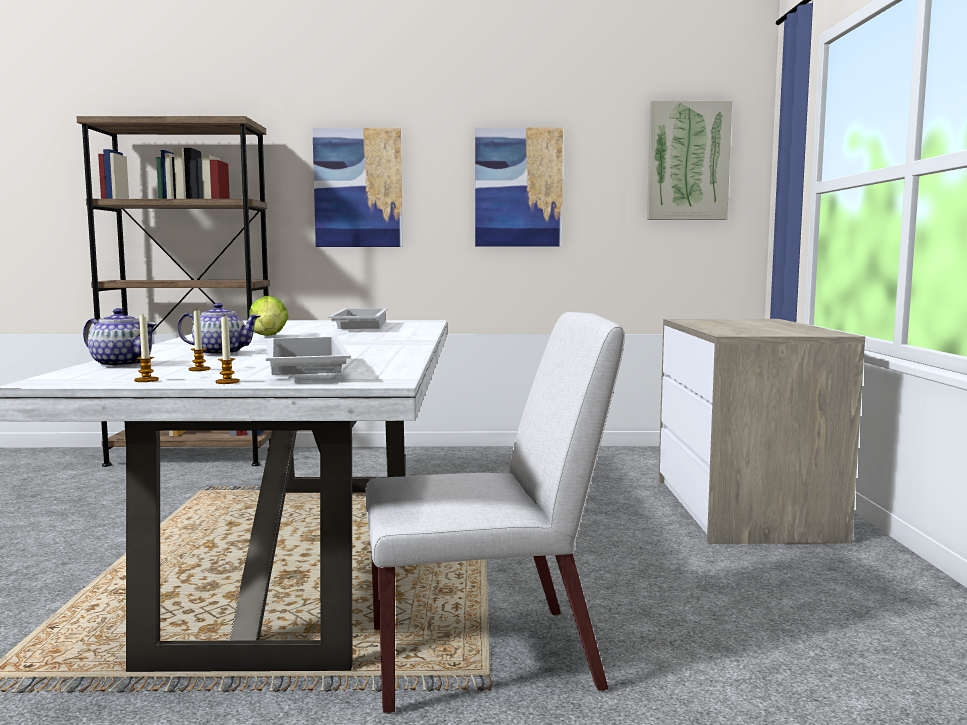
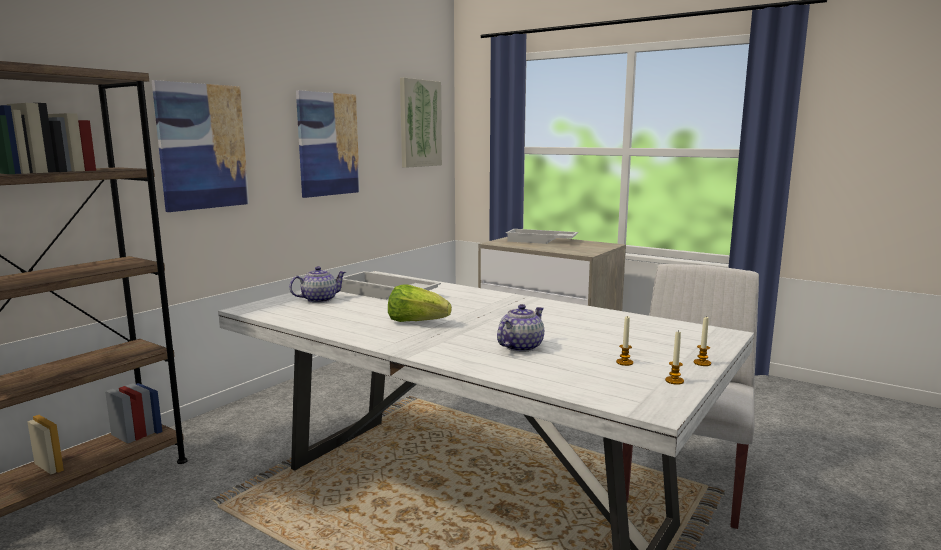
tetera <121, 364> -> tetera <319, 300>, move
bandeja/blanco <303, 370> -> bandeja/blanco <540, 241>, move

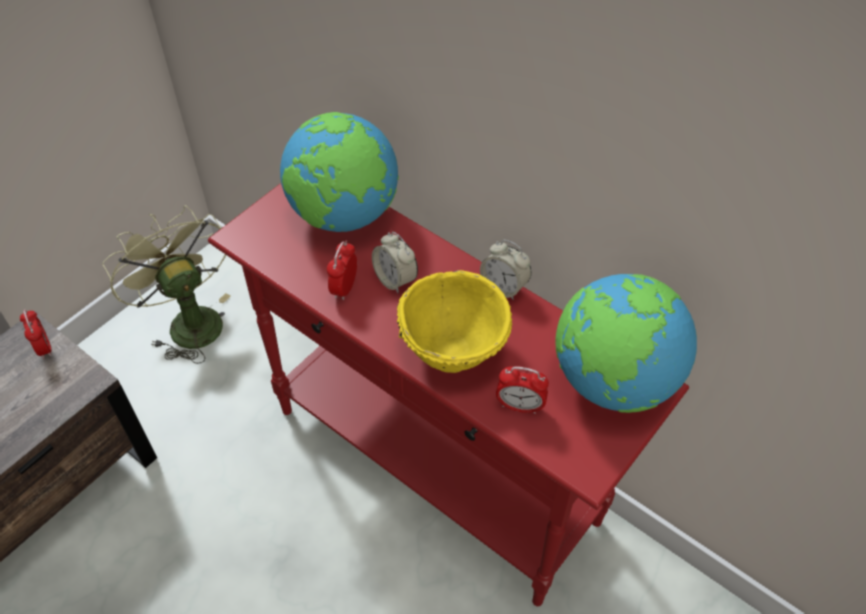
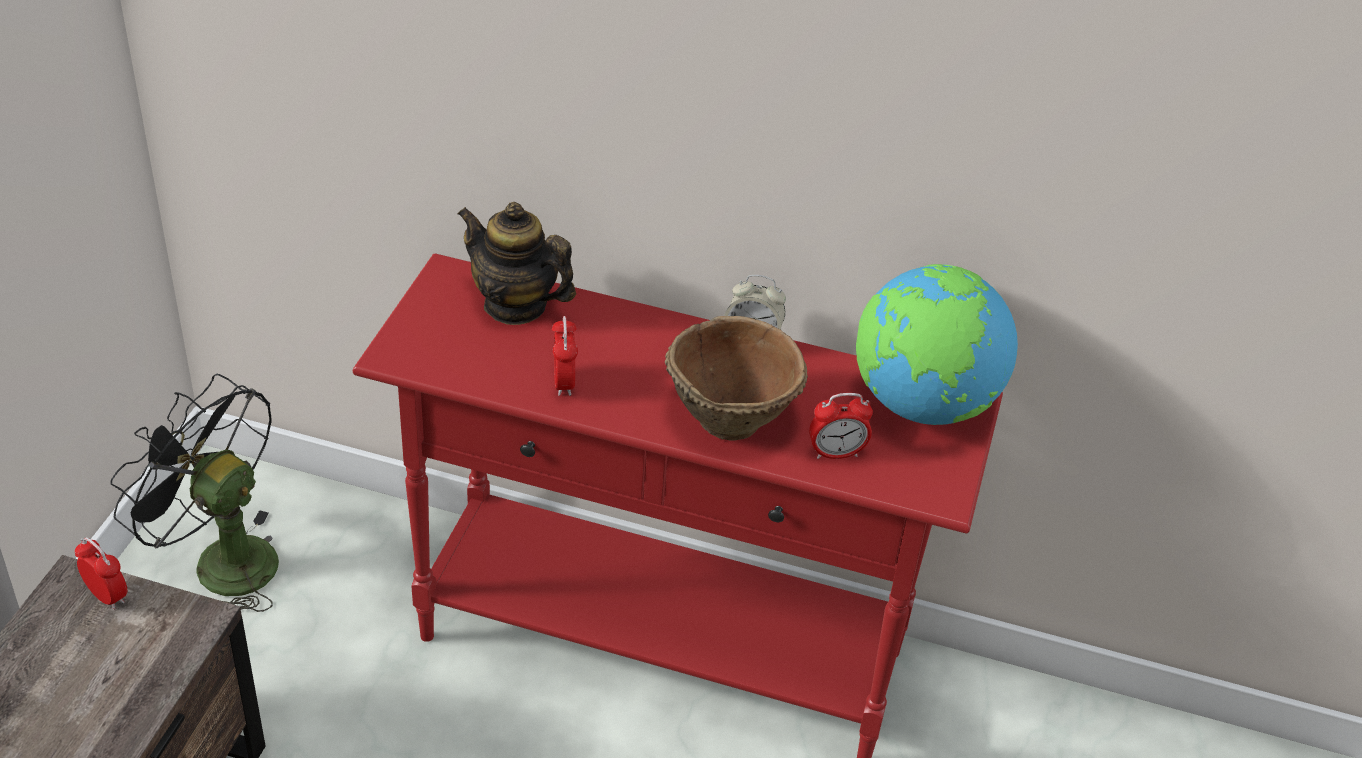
ventilador/verde <188, 321> -> ventilador/negro <220, 560>
globo terráqueo <344, 215> -> tetera <515, 305>
despertador <395, 279> -> none
cuenco/amarillo <454, 349> -> cuenco/marrón <731, 416>

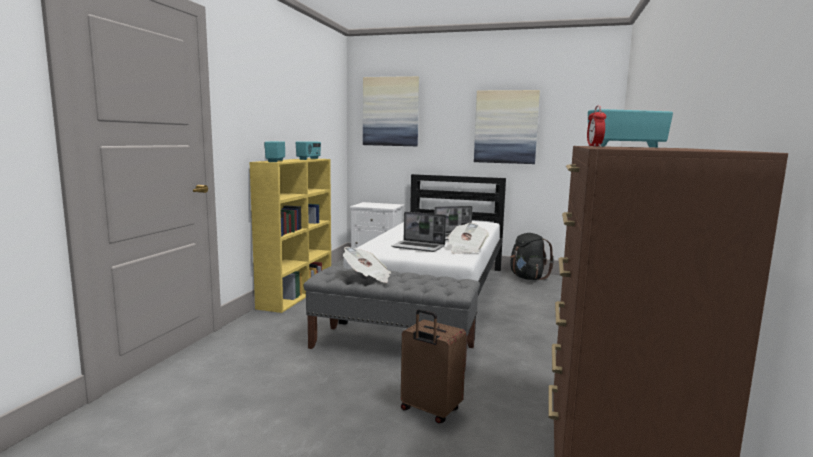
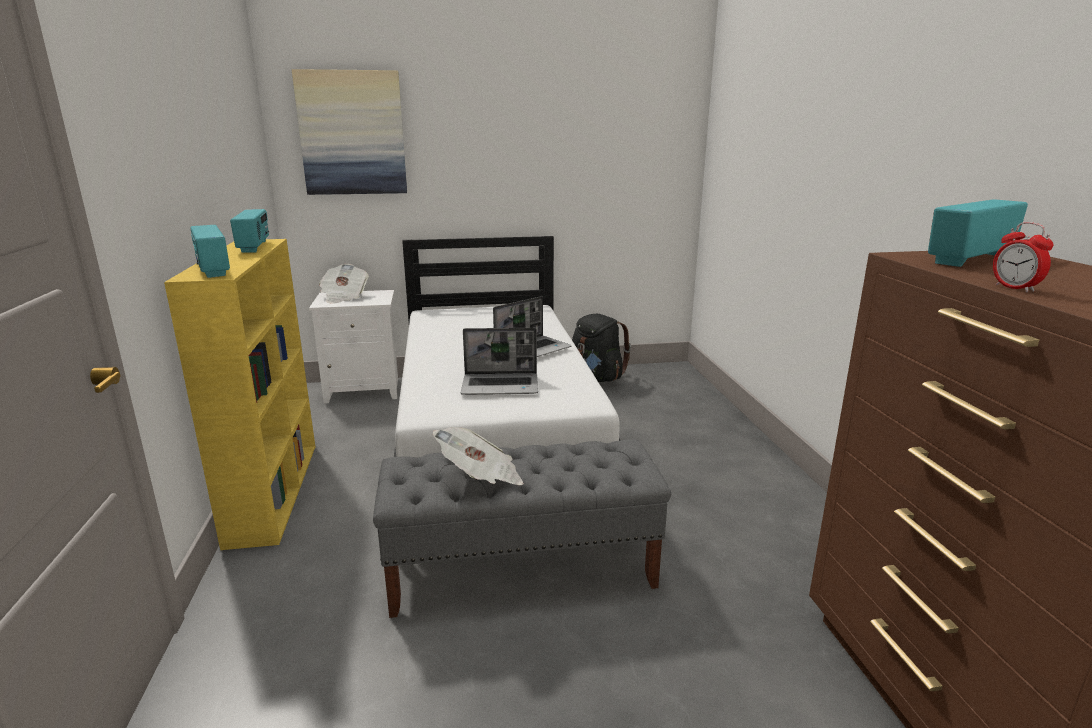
maleta/marrón <430, 411> -> none
periódico <466, 250> -> periódico <344, 297>, move
cuadro <506, 127> -> none

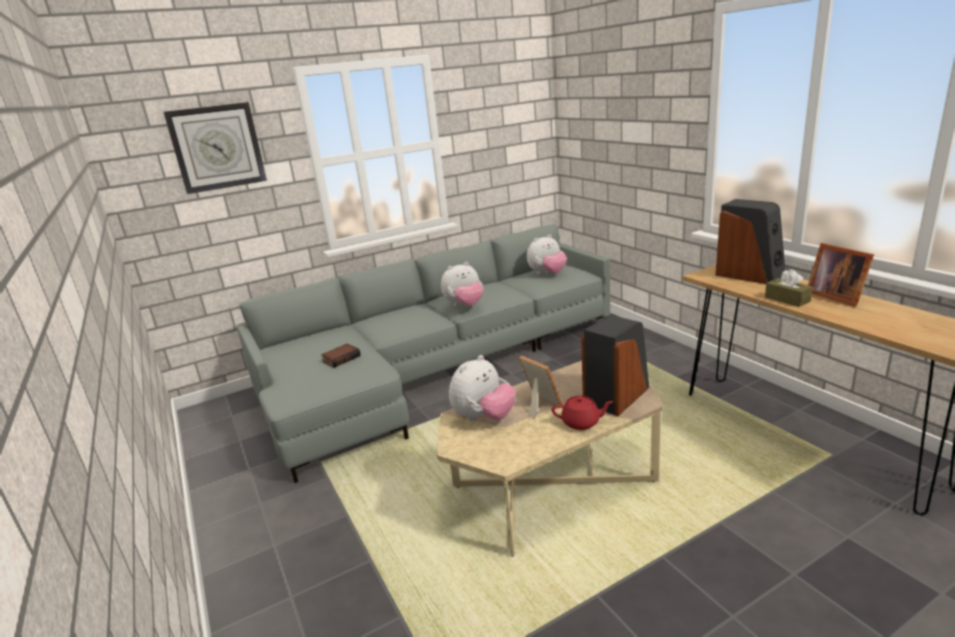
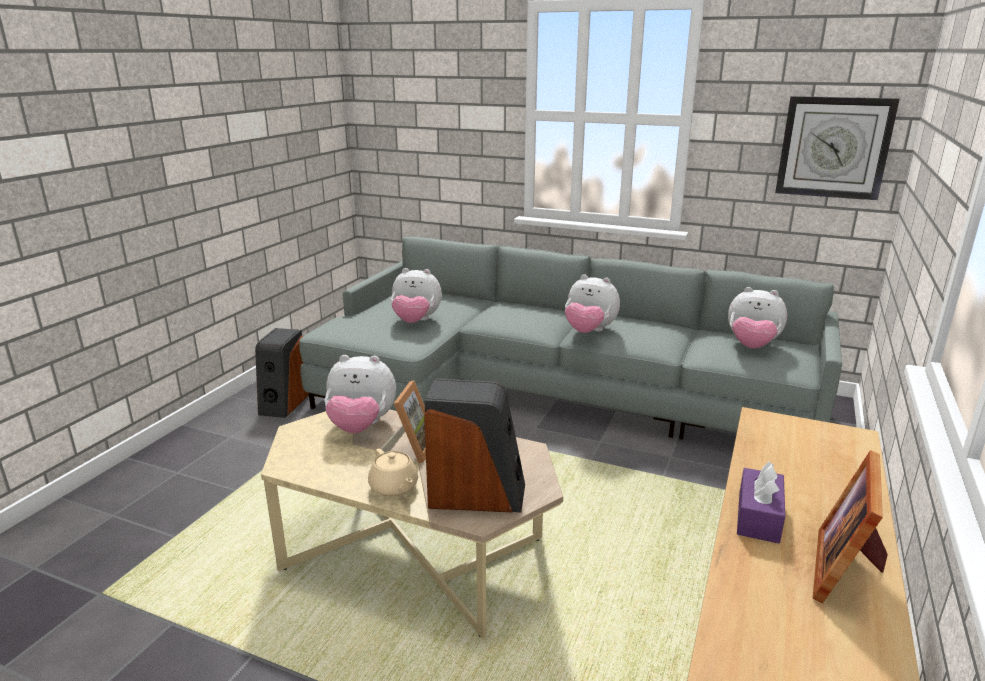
reloj de pared <217, 147> -> reloj de pared <834, 147>, move
libro <341, 358> -> peluche <416, 321>
tetera/rojo <581, 422> -> tetera/beis <394, 487>
altavoz <750, 275> -> altavoz <284, 403>, move
caja de pañuelos/marrón <787, 299> -> caja de pañuelos/morado <758, 517>

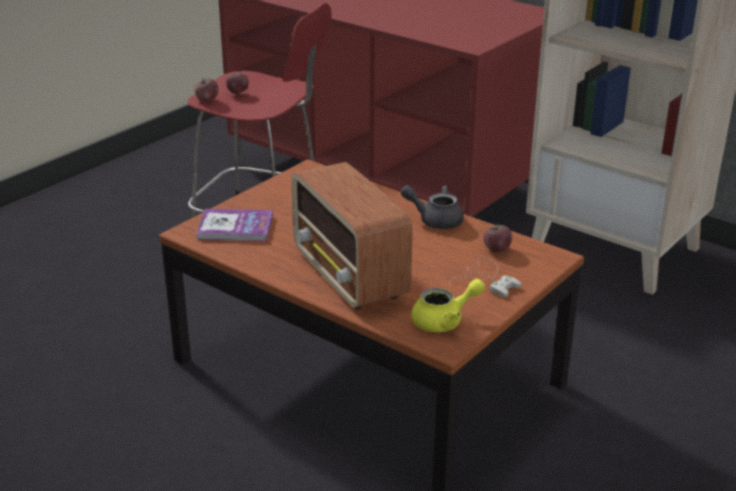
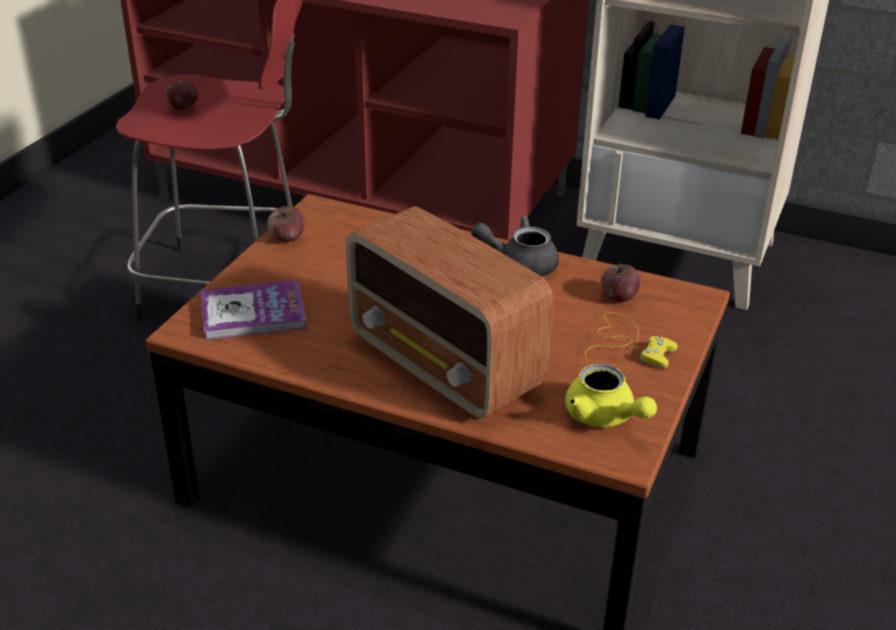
manzana <206, 100> -> manzana <287, 238>, move
tetera/amarillo <444, 321> -> tetera/amarillo <604, 417>, 90 degrees clockwise
mando de consola/blanco <487, 279> -> mando de consola/amarillo <627, 343>

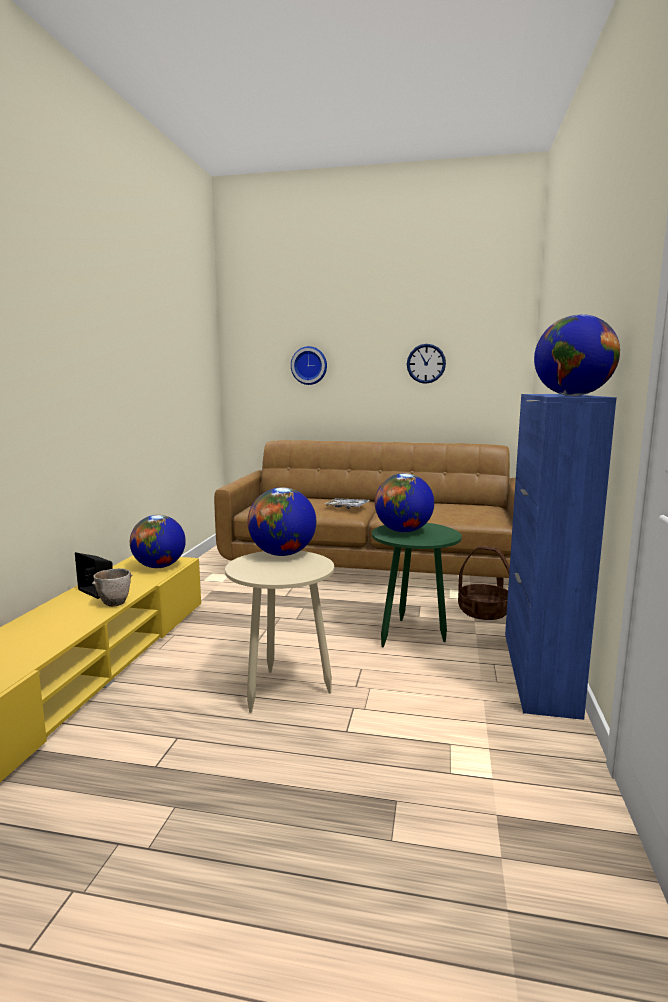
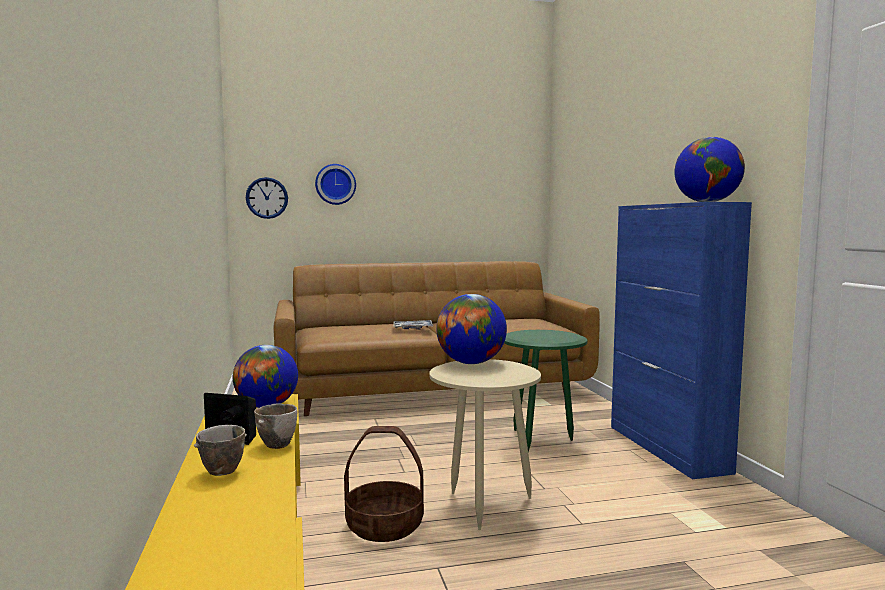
globo terráqueo <403, 531> -> none
reloj de pared <426, 363> -> reloj de pared <267, 198>, move
cesta <483, 611> -> cesta <384, 526>, move
none -> cuenco <220, 473>

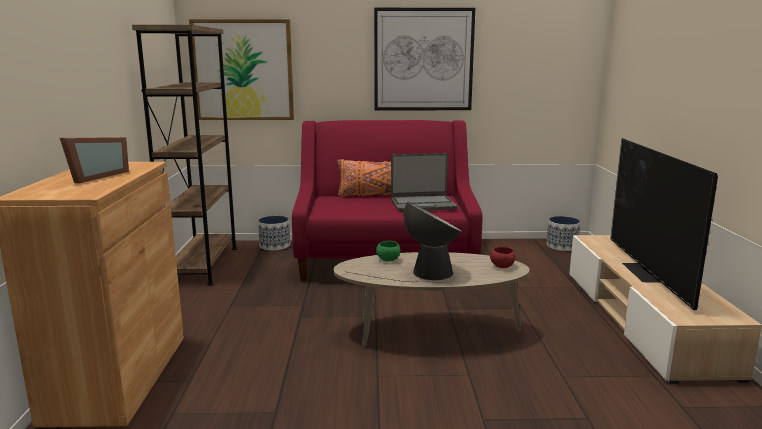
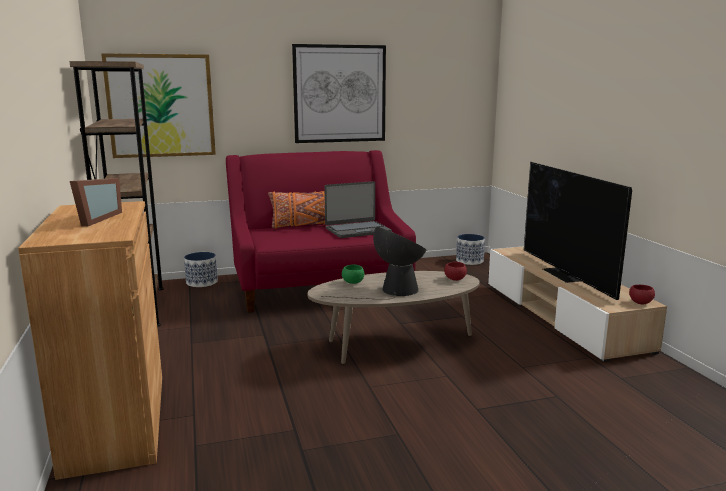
none -> cuenco/rojo <640, 303>

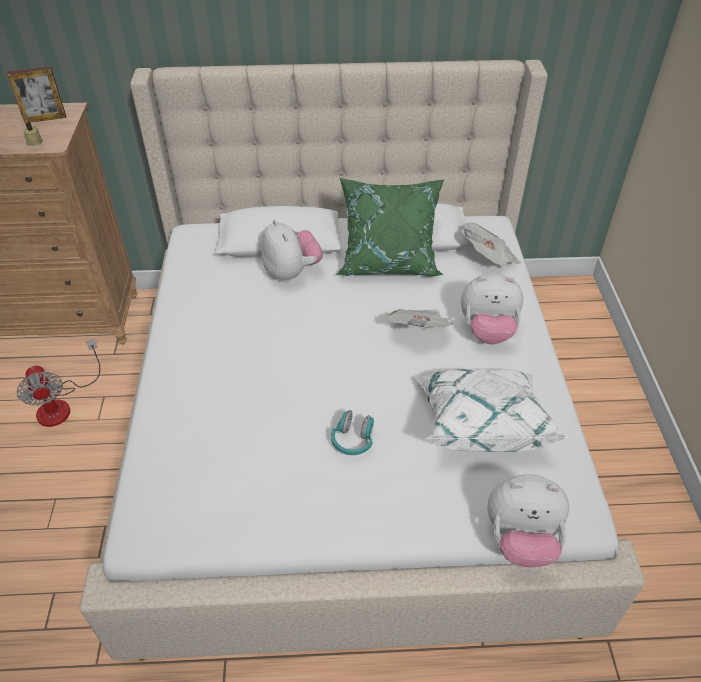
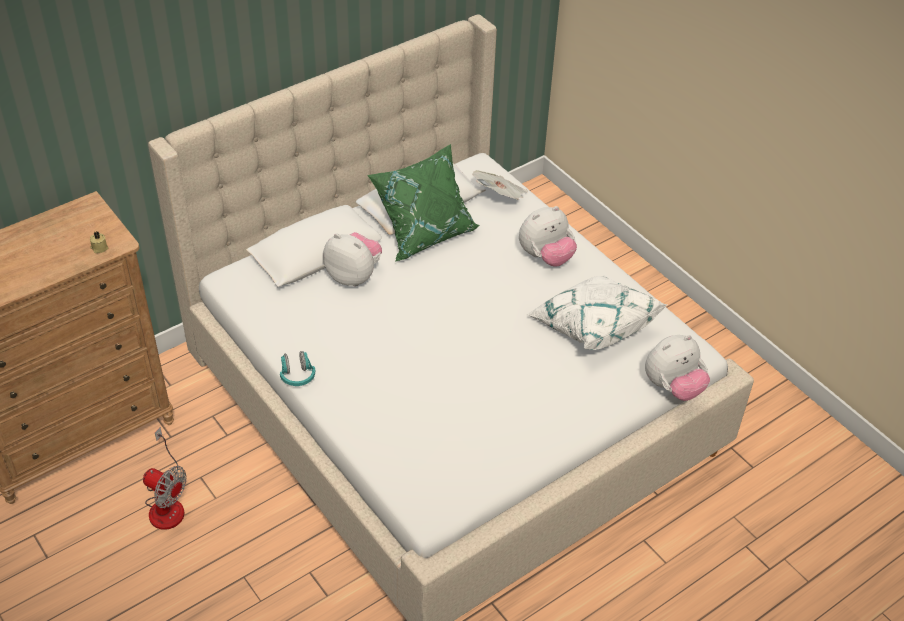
portarretratos <45, 119> -> none
auriculares/turquesa <353, 440> -> auriculares/turquesa <297, 376>, move
periódico <419, 330> -> none

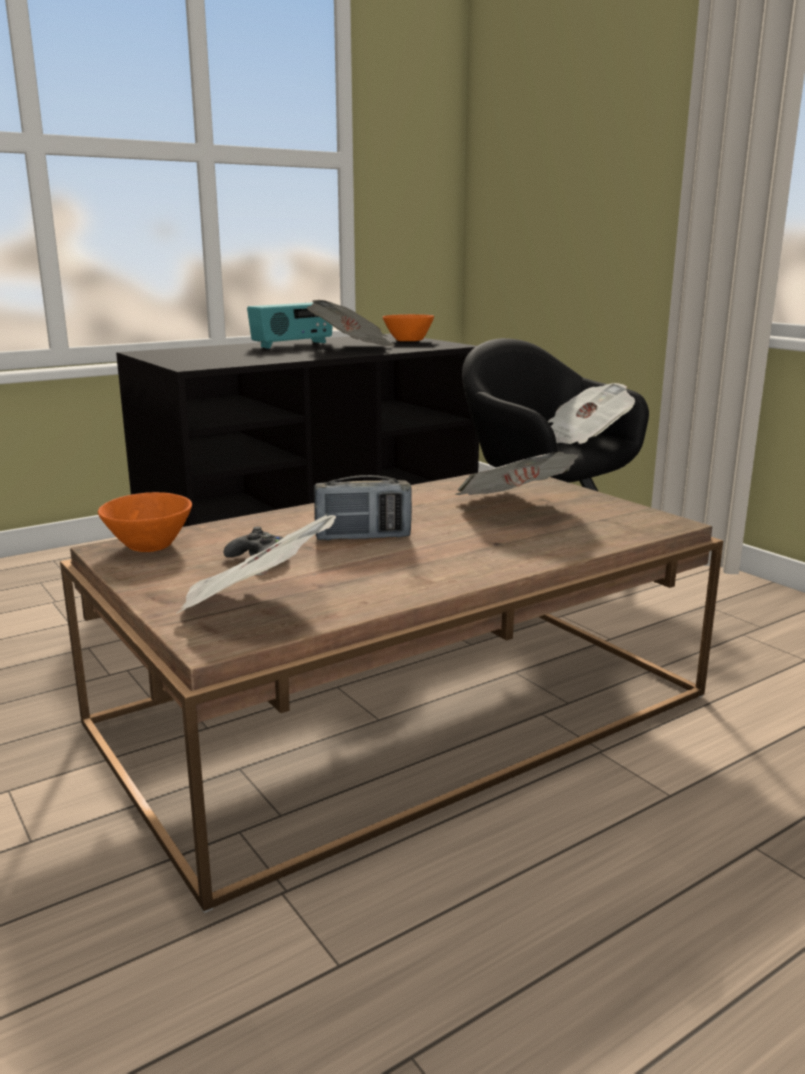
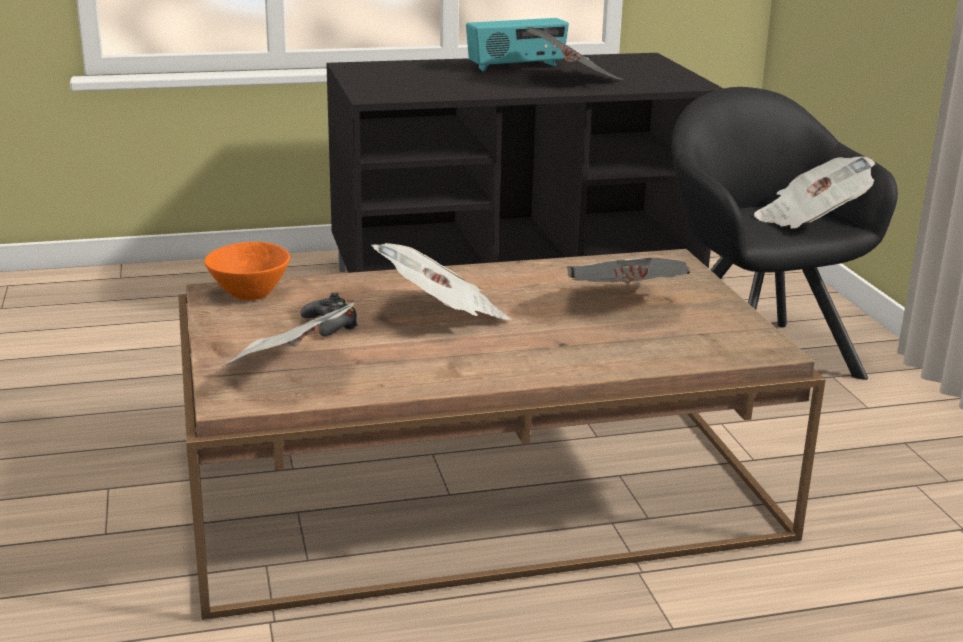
radio <363, 537> -> periódico <442, 315>
cuenco/naranja <409, 340> -> none

